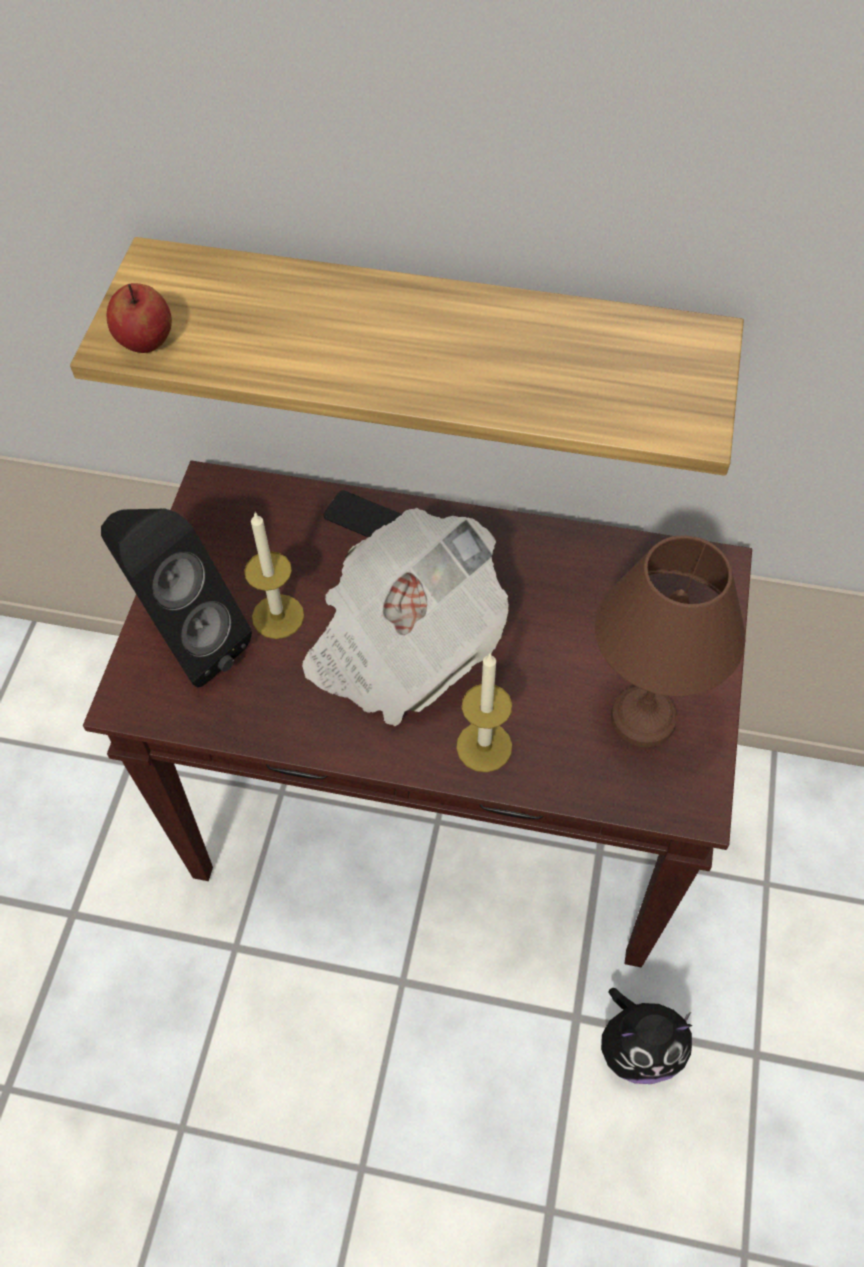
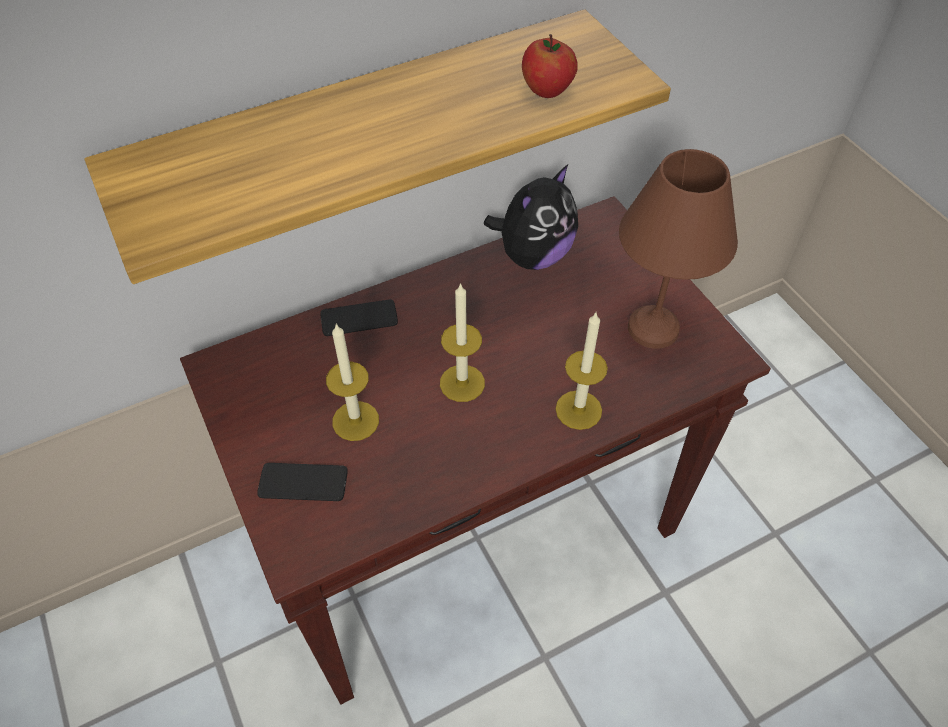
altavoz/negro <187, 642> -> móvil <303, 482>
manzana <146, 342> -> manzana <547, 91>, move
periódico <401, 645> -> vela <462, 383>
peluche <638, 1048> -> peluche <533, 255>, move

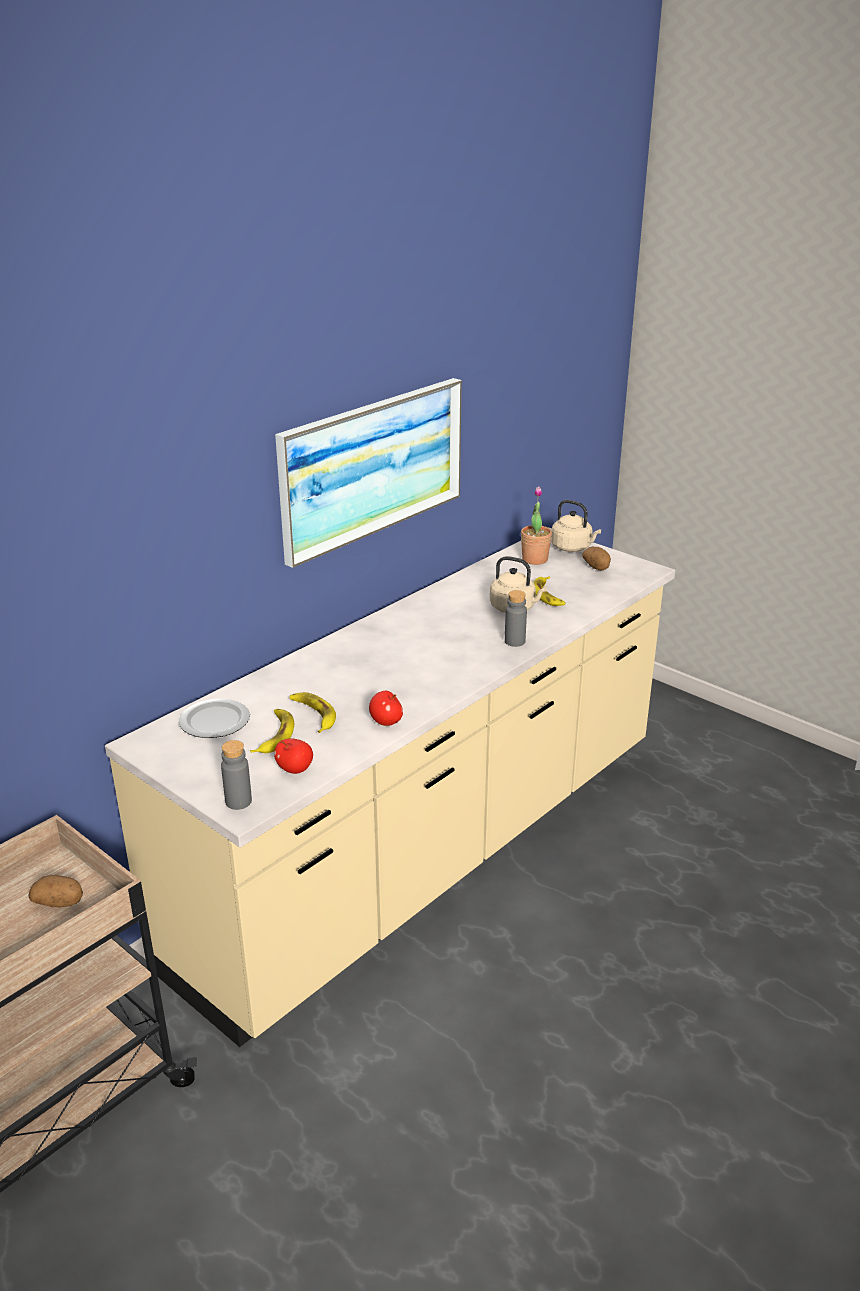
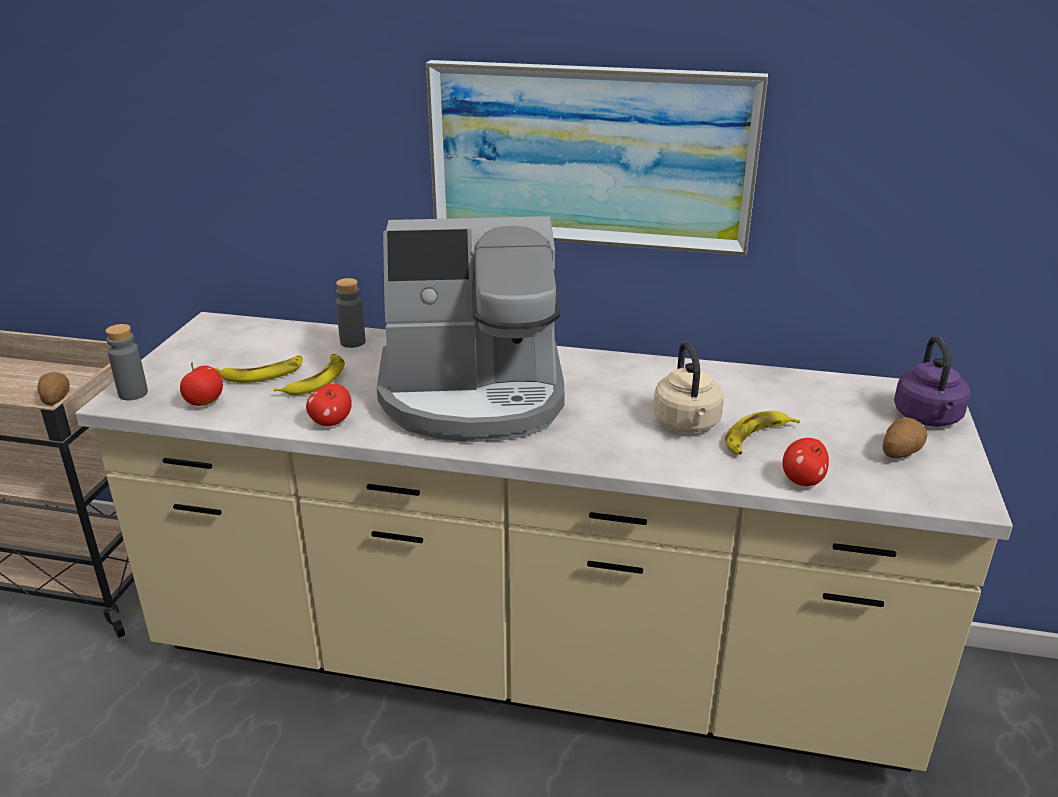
plato <214, 721> -> none
botella/gris <514, 641> -> botella/gris <352, 342>, move
planta en maceta <534, 559> -> none
hervidor/beis <573, 548> -> hervidor/morado <928, 418>
none -> cafetera <474, 396>
none -> manzana <802, 481>

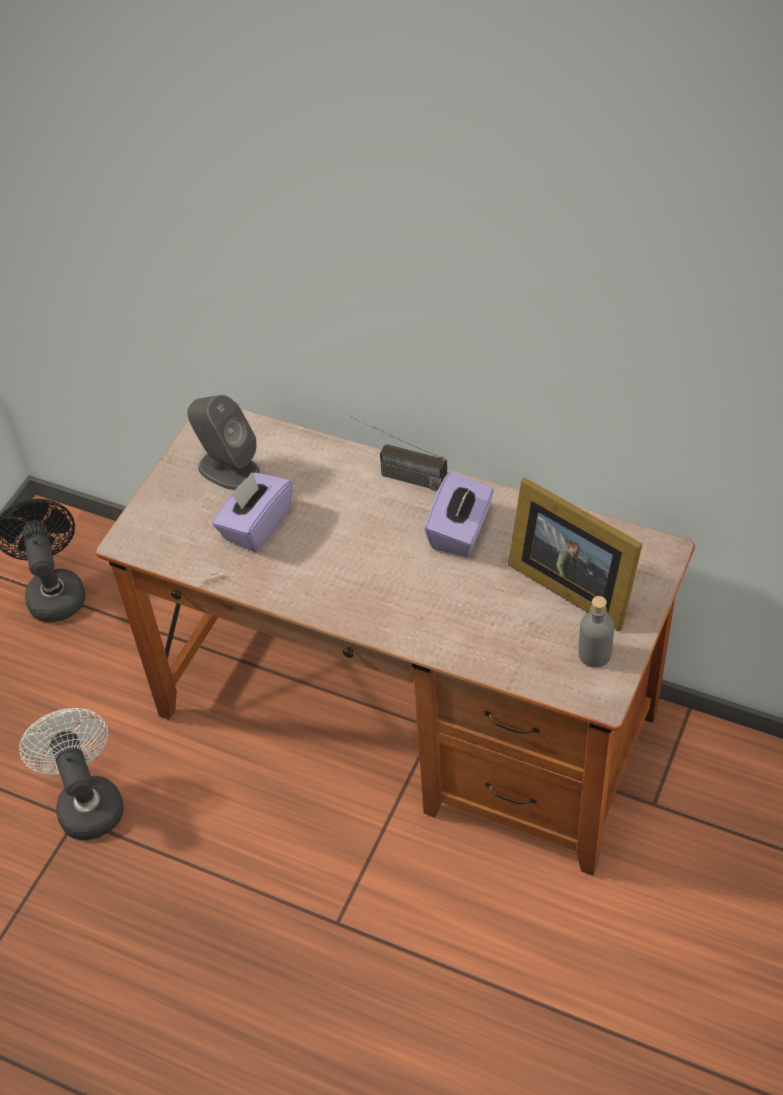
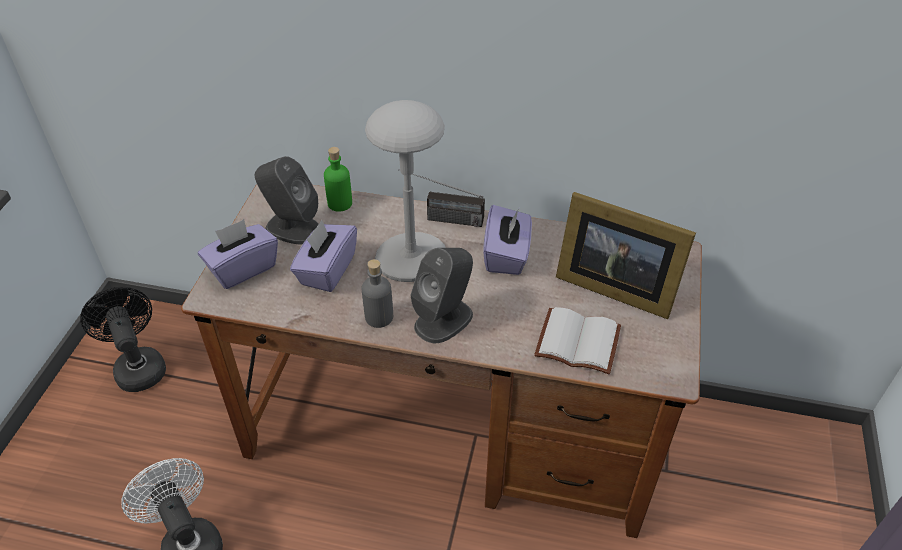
botella/gris <594, 654> -> botella/gris <379, 317>, move
none -> caja de pañuelos/morado <242, 268>
none -> botella/verde <340, 203>
none -> lámpara de mesa/gris <411, 260>
none -> altavoz/gris <444, 320>
none -> libro/blanco <576, 343>

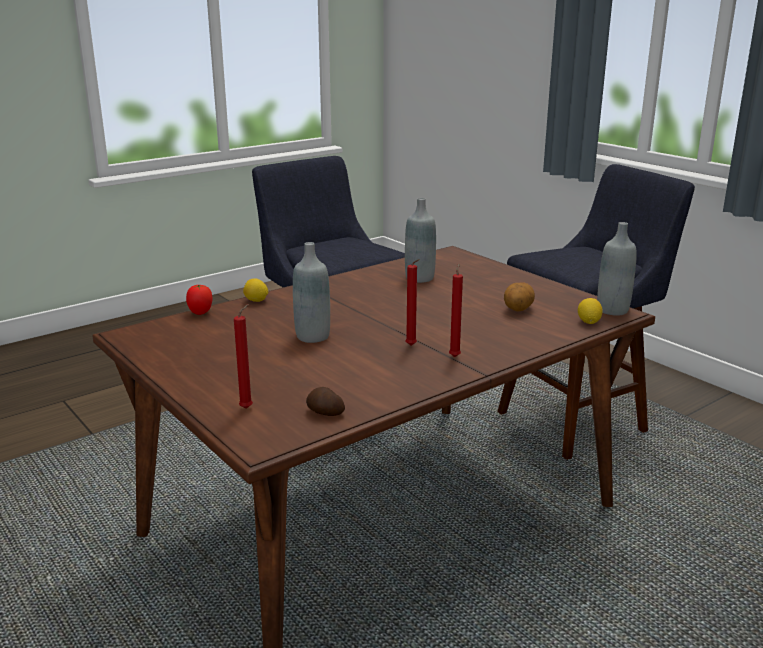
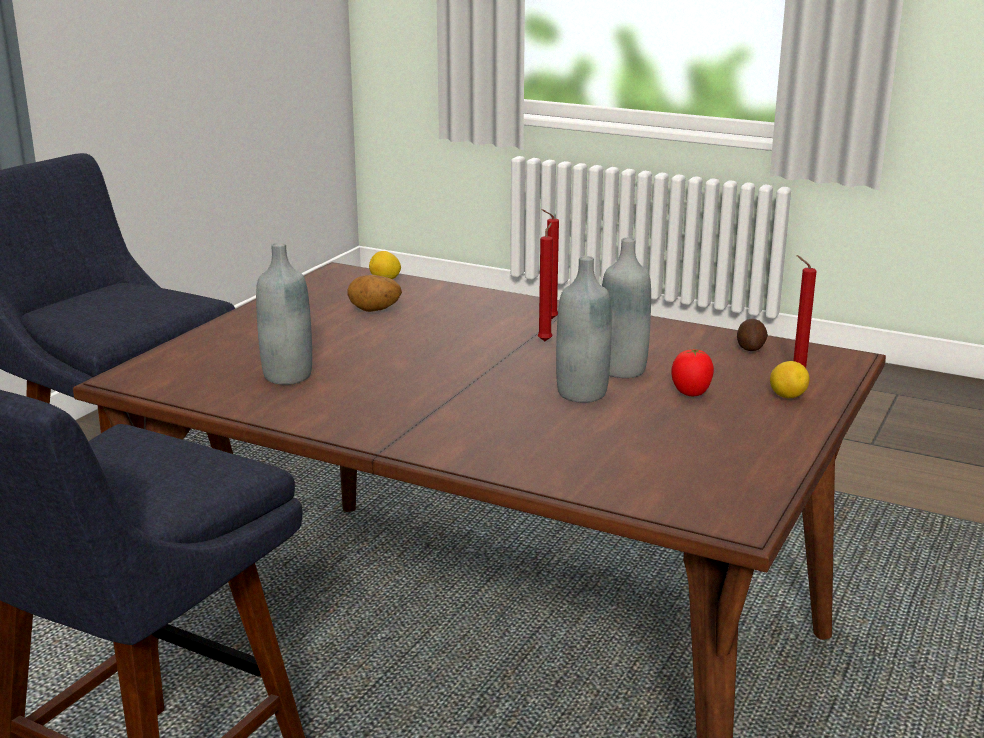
tomate <200, 313> -> tomate <691, 394>, move
limón <256, 301> -> limón <787, 396>, move
botella/gris <612, 310> -> botella/gris <622, 370>, move

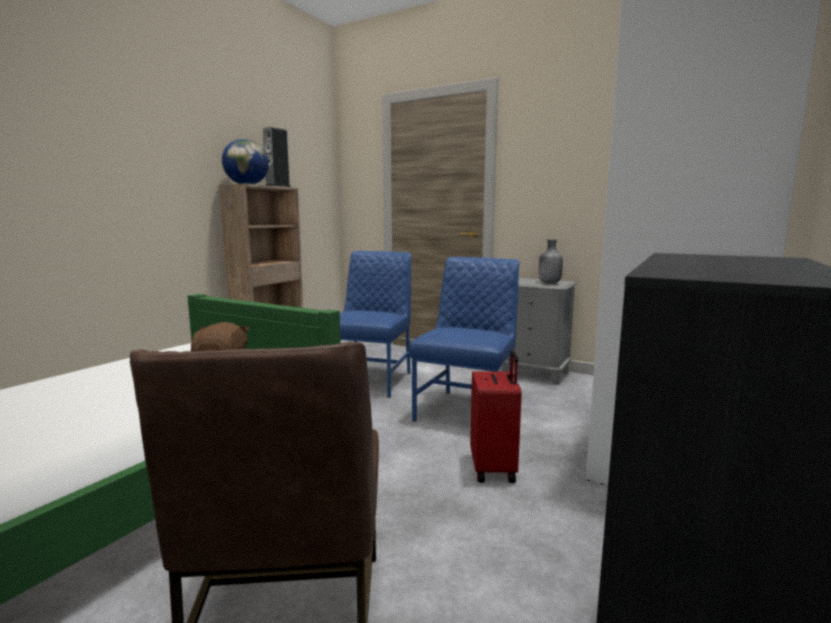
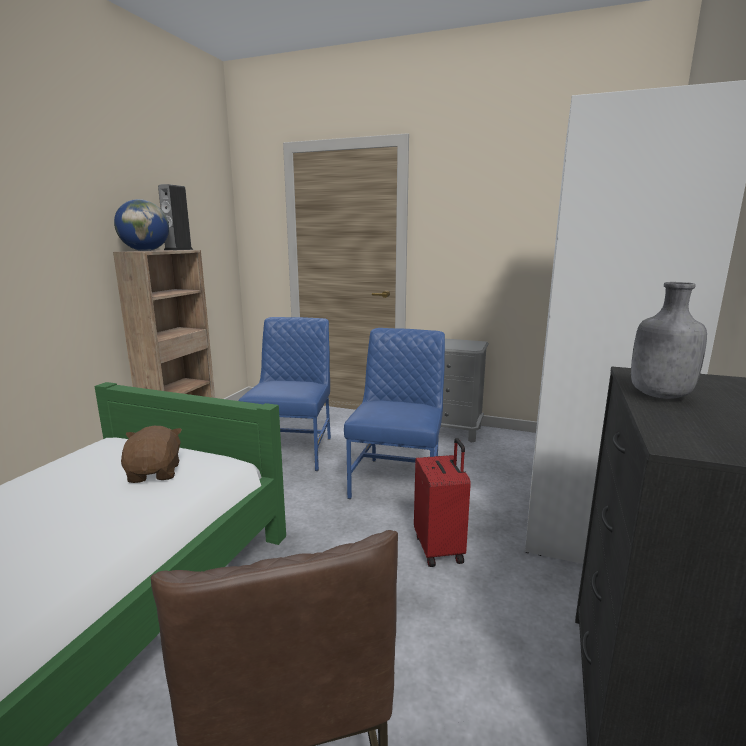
botella/gris <549, 283> -> botella/gris <658, 395>, move

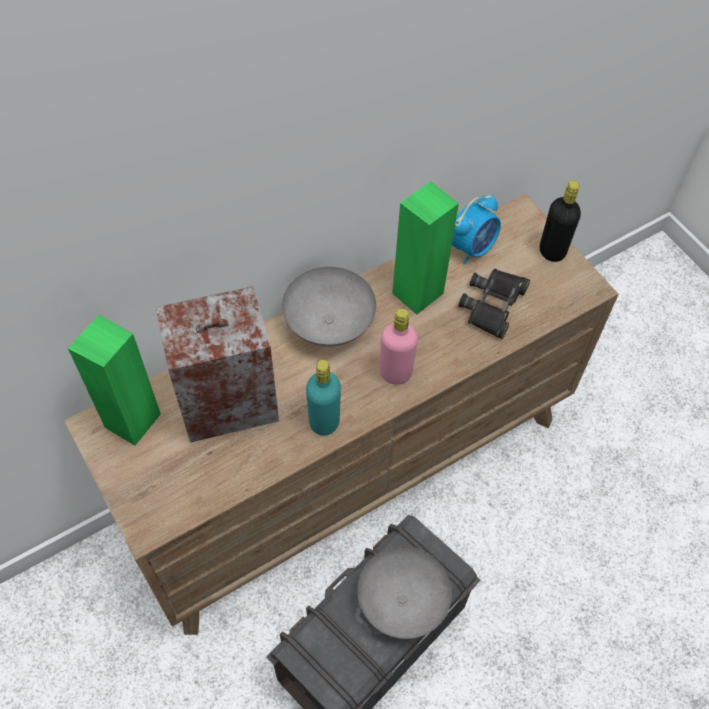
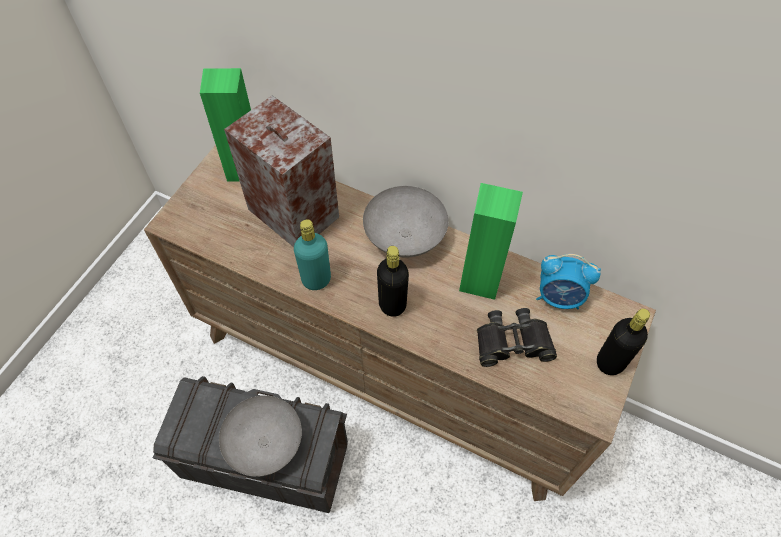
botella/rosa <395, 373> -> botella/negro <392, 304>

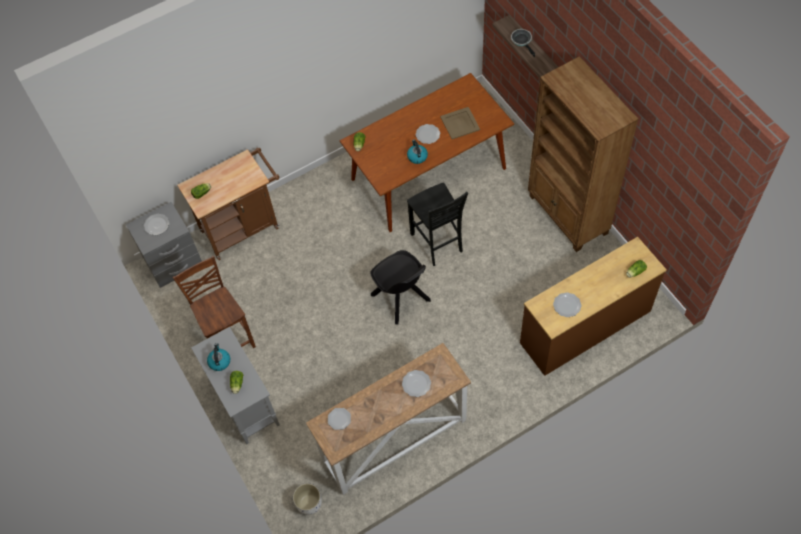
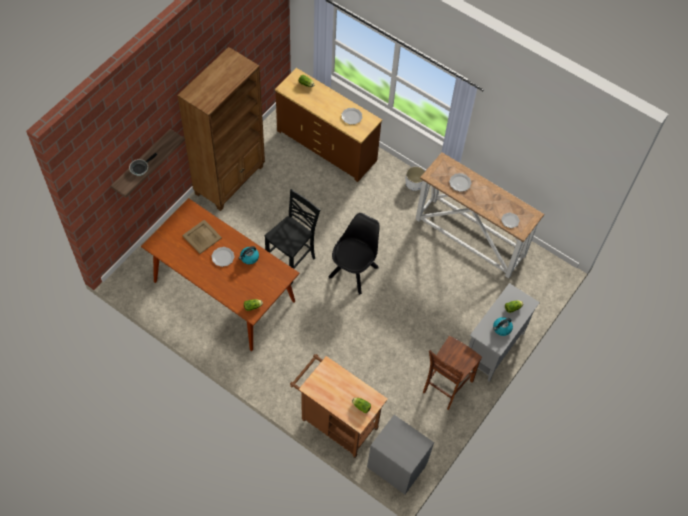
plato <156, 225> -> none
maceta/blanco <310, 504> -> maceta/blanco <414, 184>, move

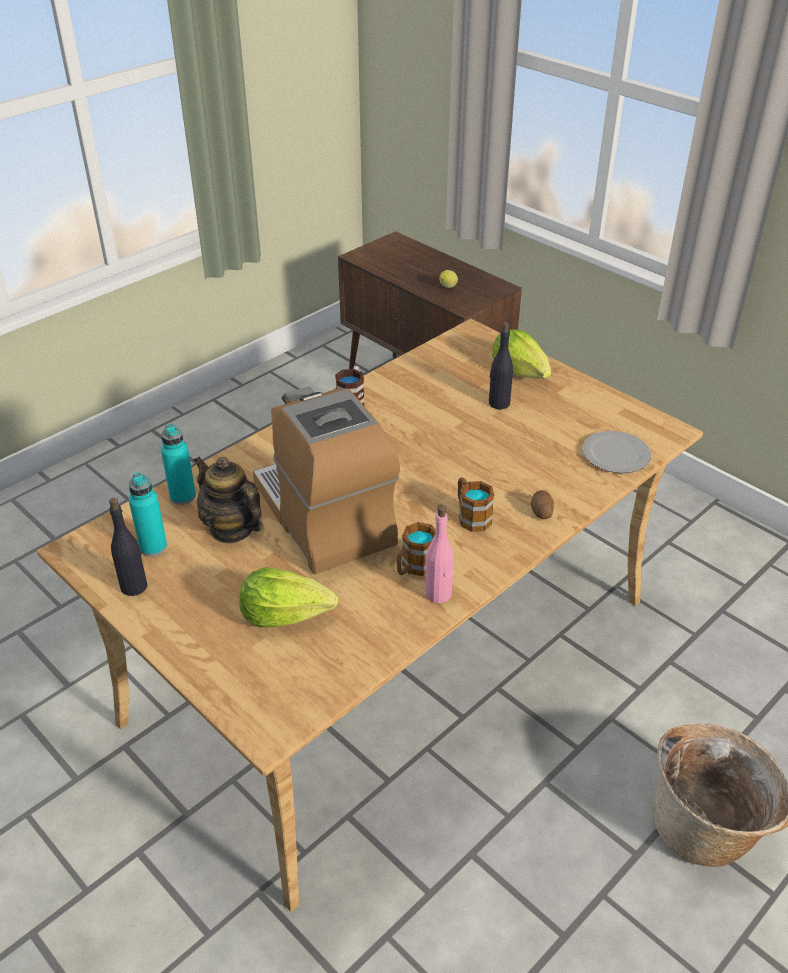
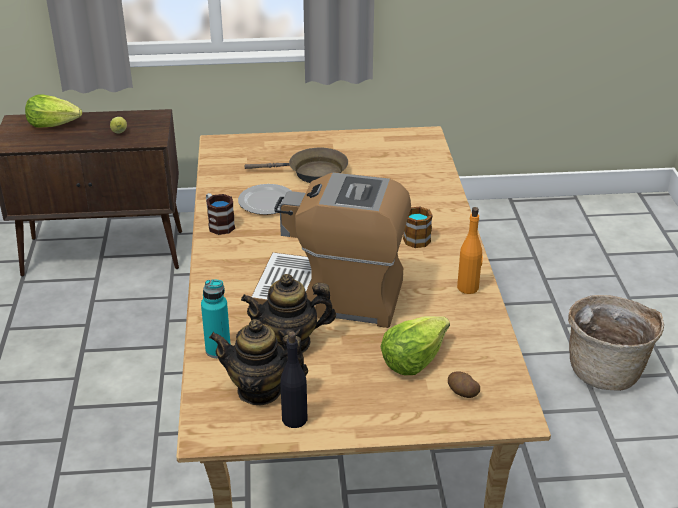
botella/turquesa <153, 547> -> tetera <260, 390>
taza grande <414, 567> -> none
botella/rosa <438, 594> -> botella/naranja <468, 287>
botella/negro <498, 403> -> sartén/marrón <312, 173>
lechuga <521, 372> -> lechuga <54, 124>, move
patata <541, 512> -> patata <462, 392>, move
plato <616, 454> -> plato <266, 201>, move

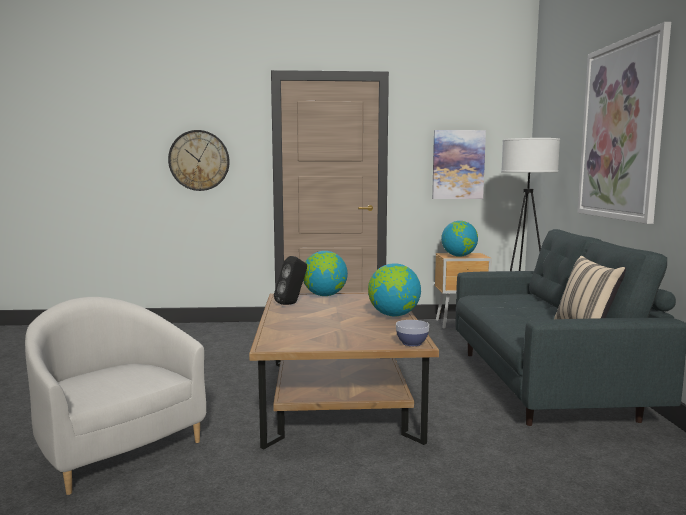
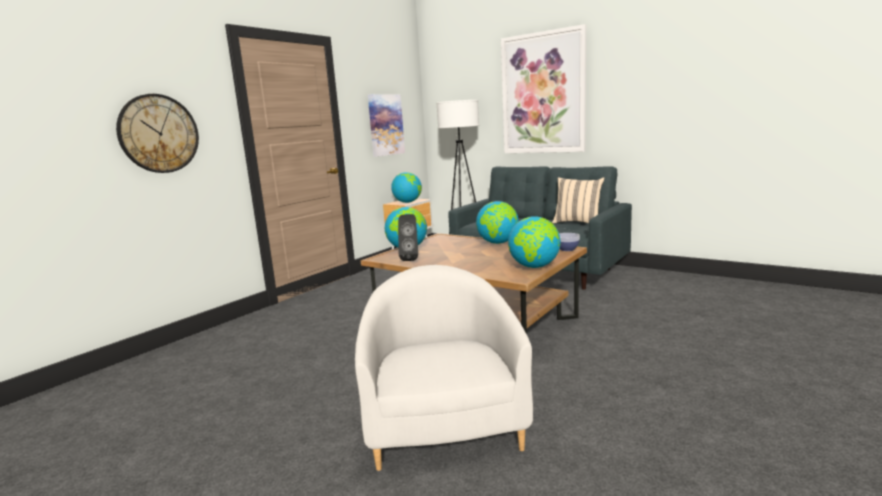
sillón/blanco <115, 446> -> sillón/blanco <443, 425>, 90 degrees clockwise
none -> globo terráqueo <534, 266>

